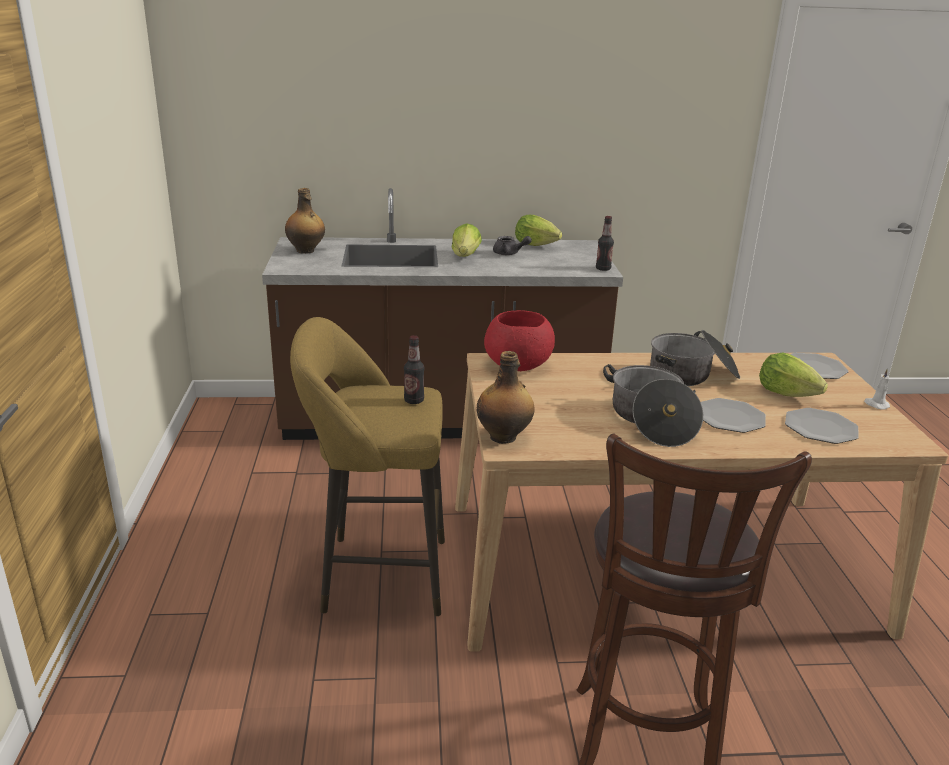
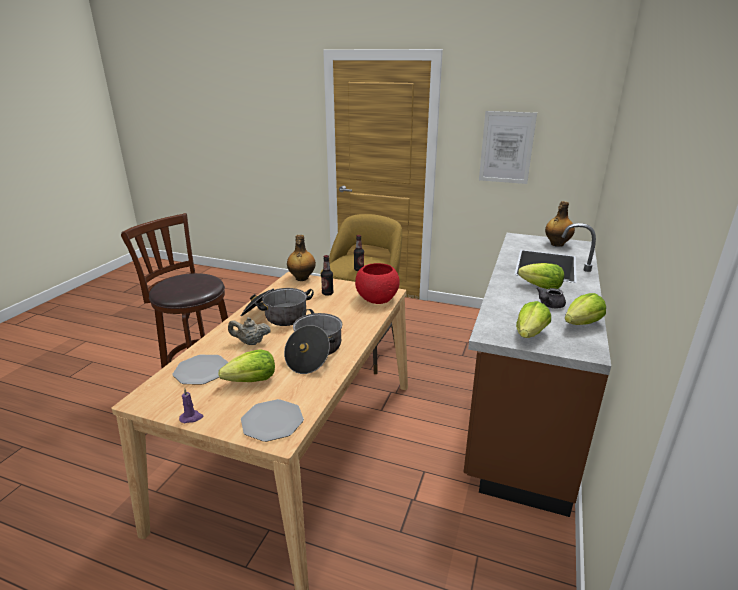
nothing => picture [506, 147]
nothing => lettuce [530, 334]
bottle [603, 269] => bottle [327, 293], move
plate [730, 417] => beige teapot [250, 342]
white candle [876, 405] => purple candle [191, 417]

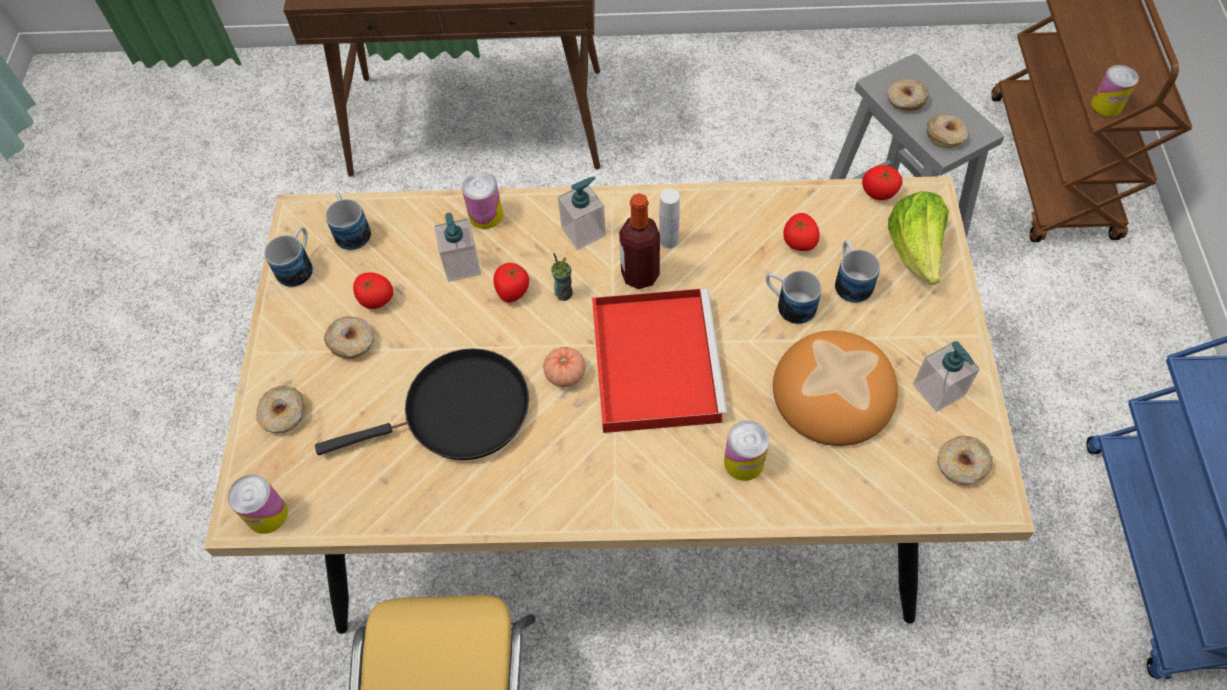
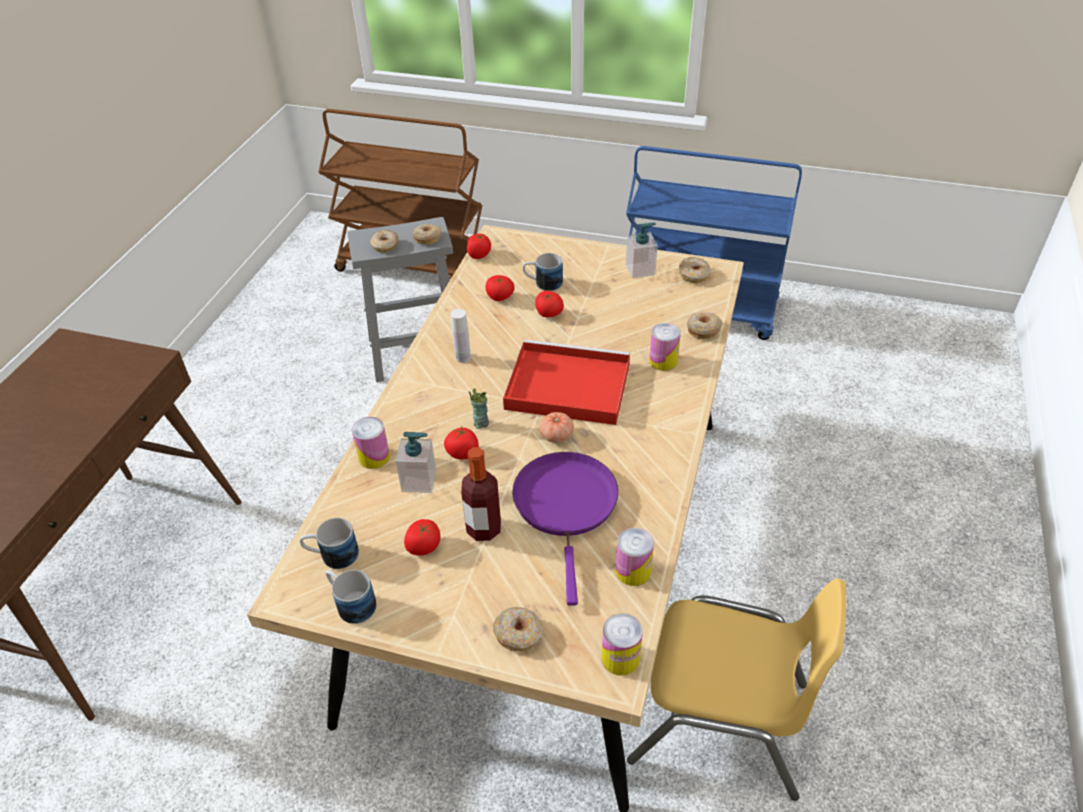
soap dispenser [583, 231] => nothing
bread [833, 390] => nothing
lettuce [915, 252] => nothing
donut [352, 342] => donut [703, 330], move
bottle [640, 275] => bottle [484, 529], move
can [1106, 105] => can [633, 571], move
mug [788, 304] => tomato [548, 313]
black frying pan [459, 412] => purple frying pan [566, 505]

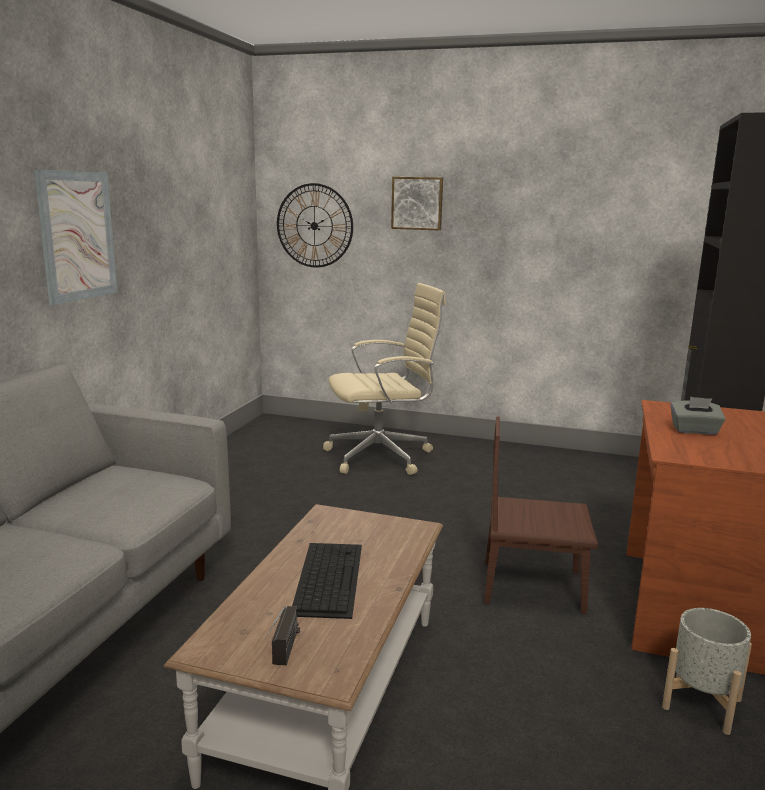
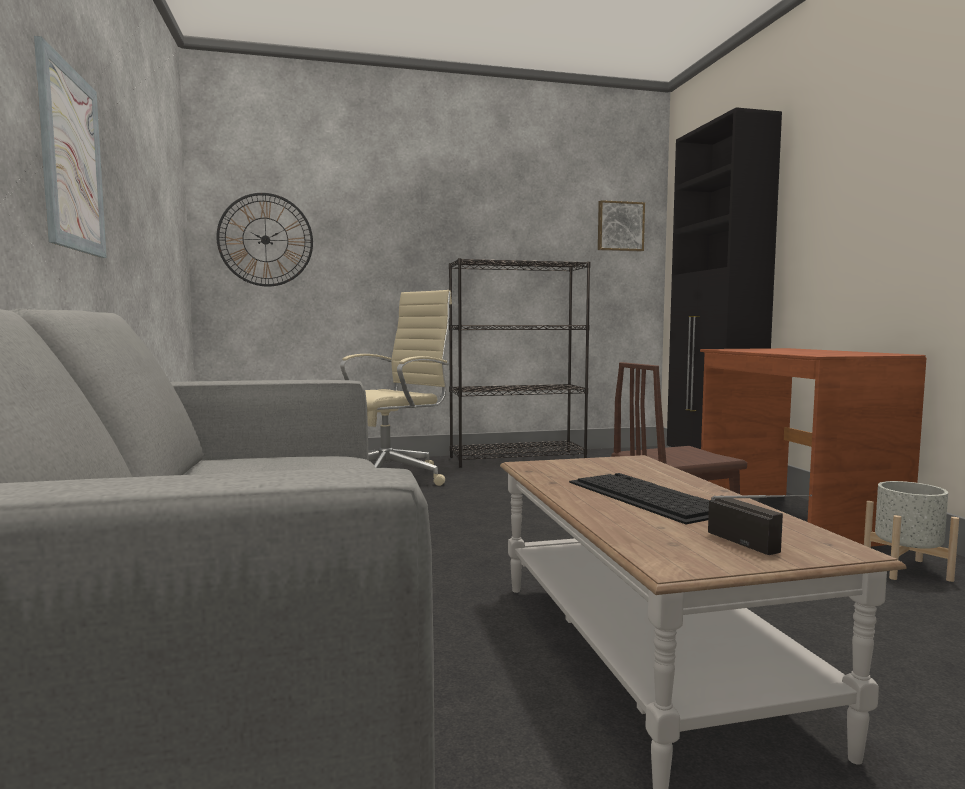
grey tissue box [695, 430] => nothing
nothing => black bookcase [518, 459]
picture [417, 203] => picture [620, 226], move

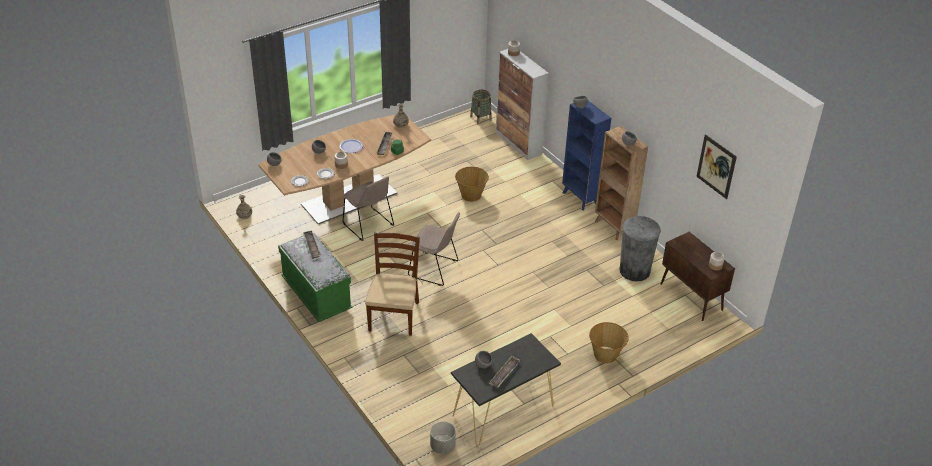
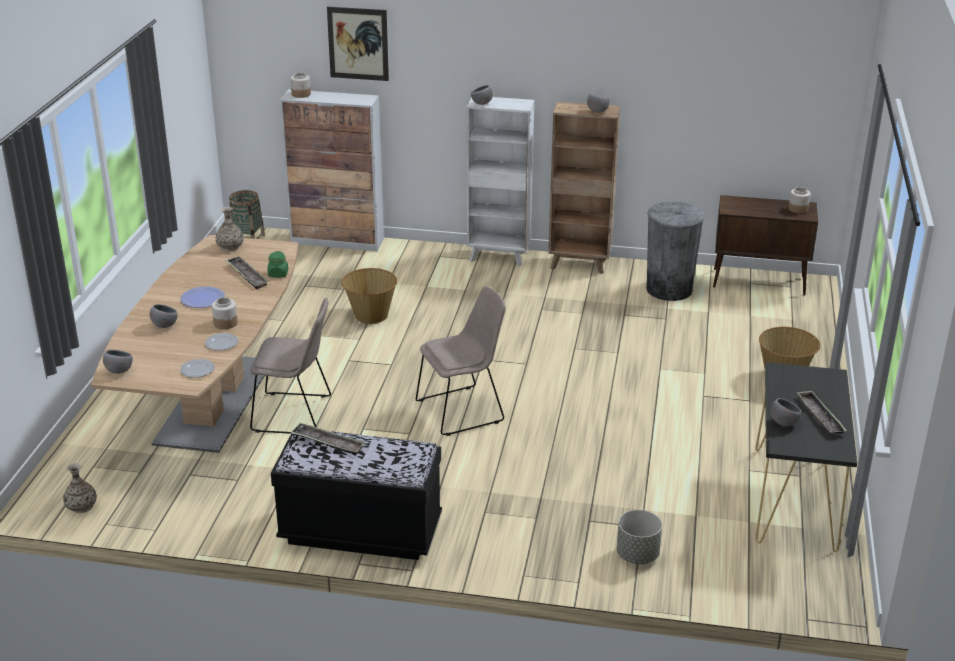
brown chair [394, 316] => nothing
grey planter [442, 446] => grey planter [637, 555], move
picture [716, 166] => picture [358, 43], move
green bench [316, 295] => black bench [360, 531]
blue bookcase [580, 198] => white bookcase [499, 257]

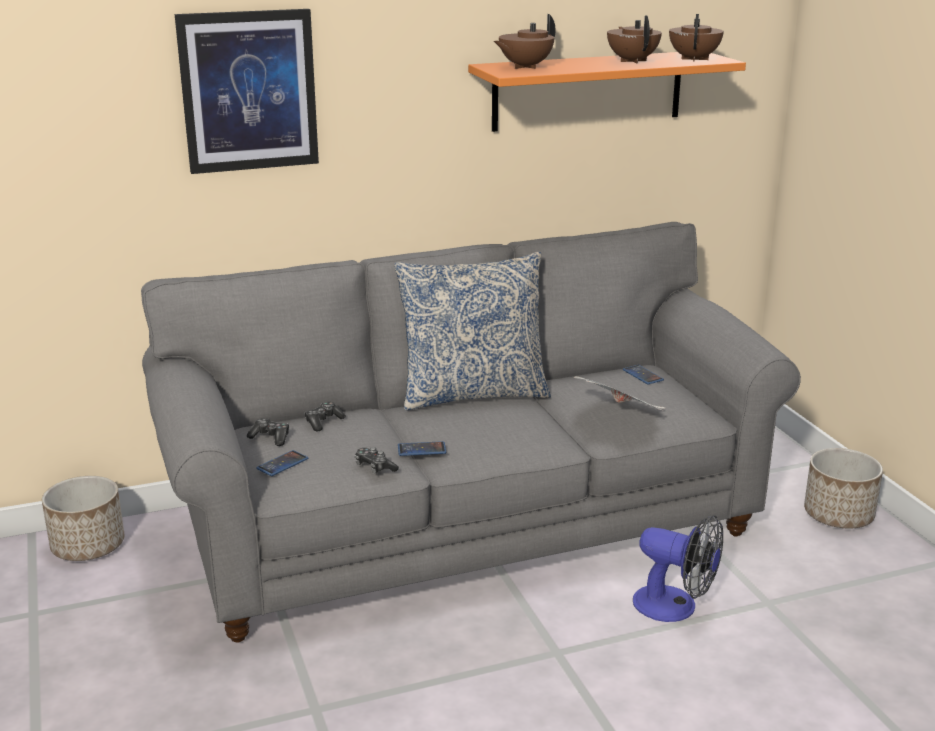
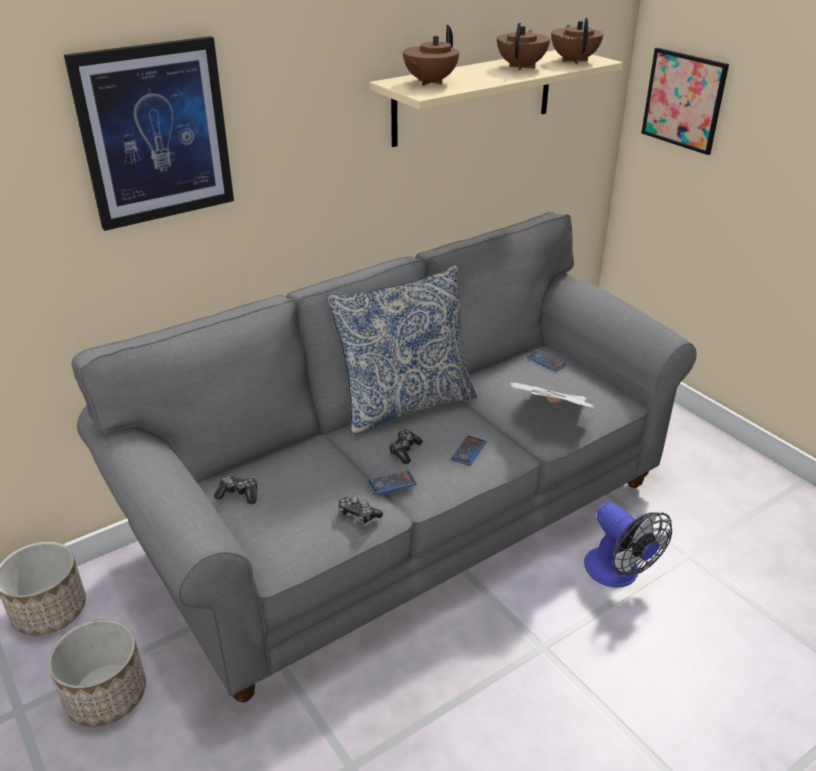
nothing => picture [683, 100]
phone [282, 464] => phone [468, 451], move
game controller [323, 422] => game controller [404, 451], move
planter [839, 515] => planter [107, 695], move
orange shelf [588, 90] => beige shelf [473, 96]
brown teapot [632, 61] => brown teapot [522, 67], 45 degrees clockwise
fan [675, 607] => fan [618, 574], 45 degrees clockwise

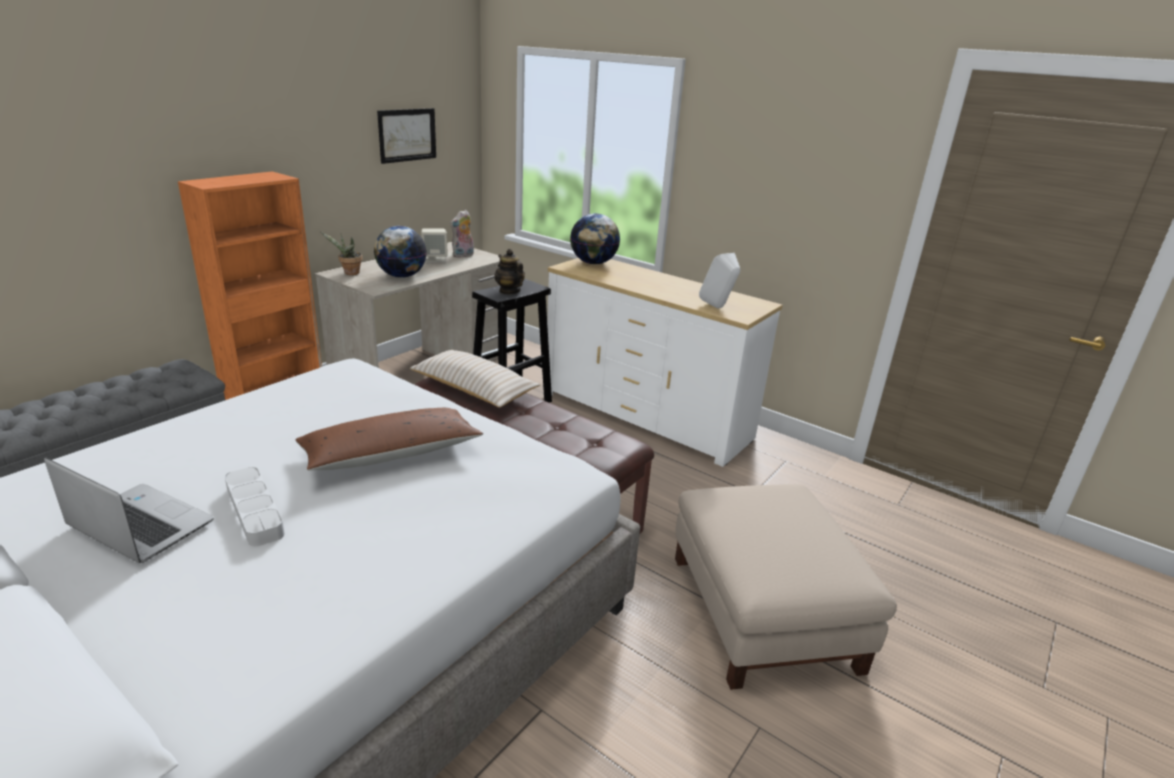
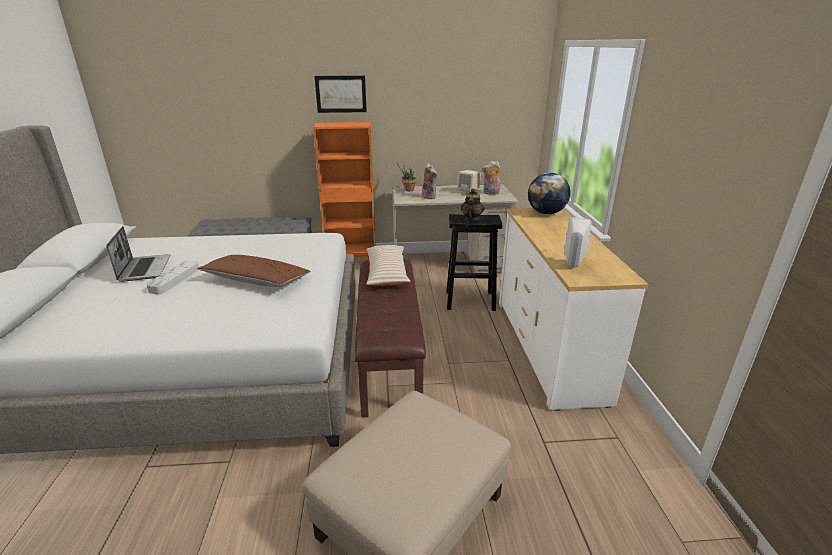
picture [407, 135] => picture [341, 94], move
globe [401, 276] => plush toy [430, 197]

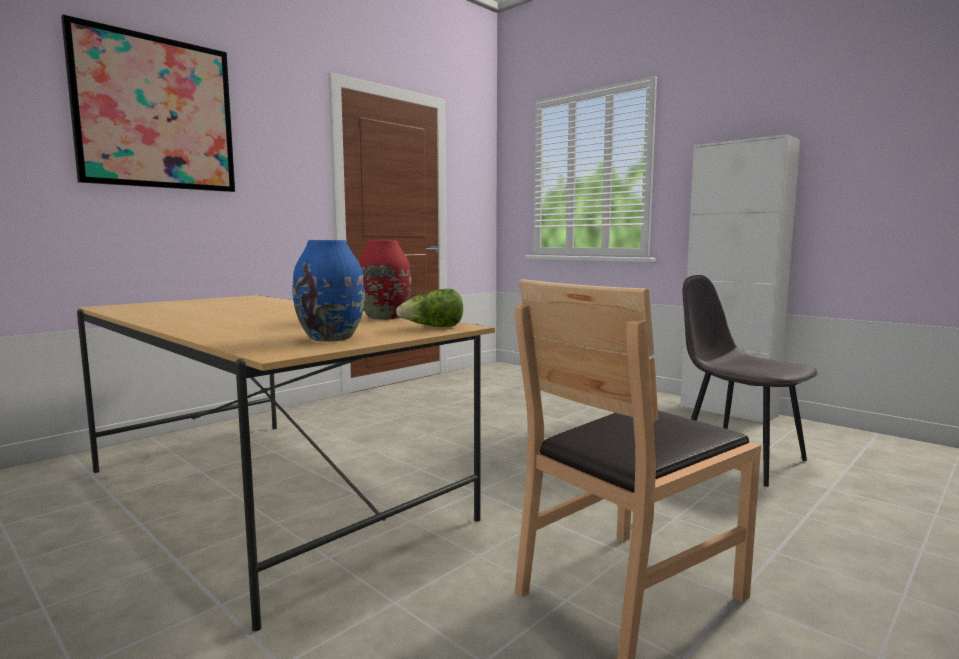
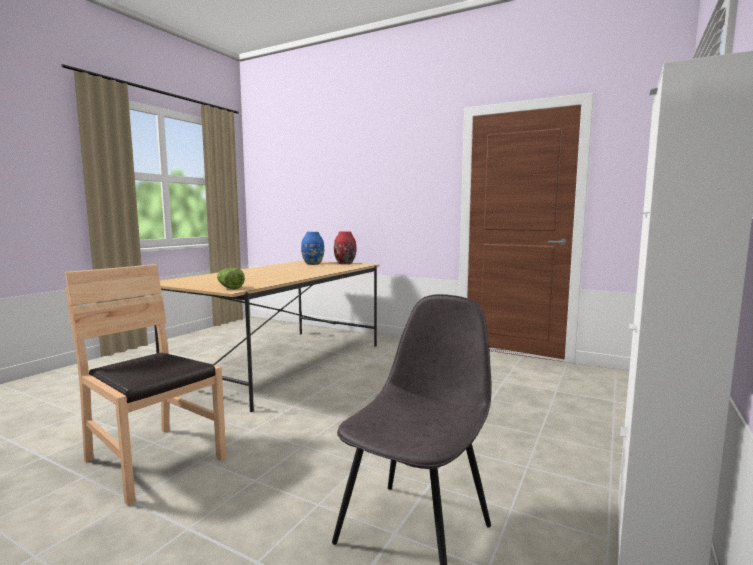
picture [156, 113] => nothing
blue vase [331, 338] => blue vase [313, 264], move
red vase [383, 317] => red vase [345, 263], move

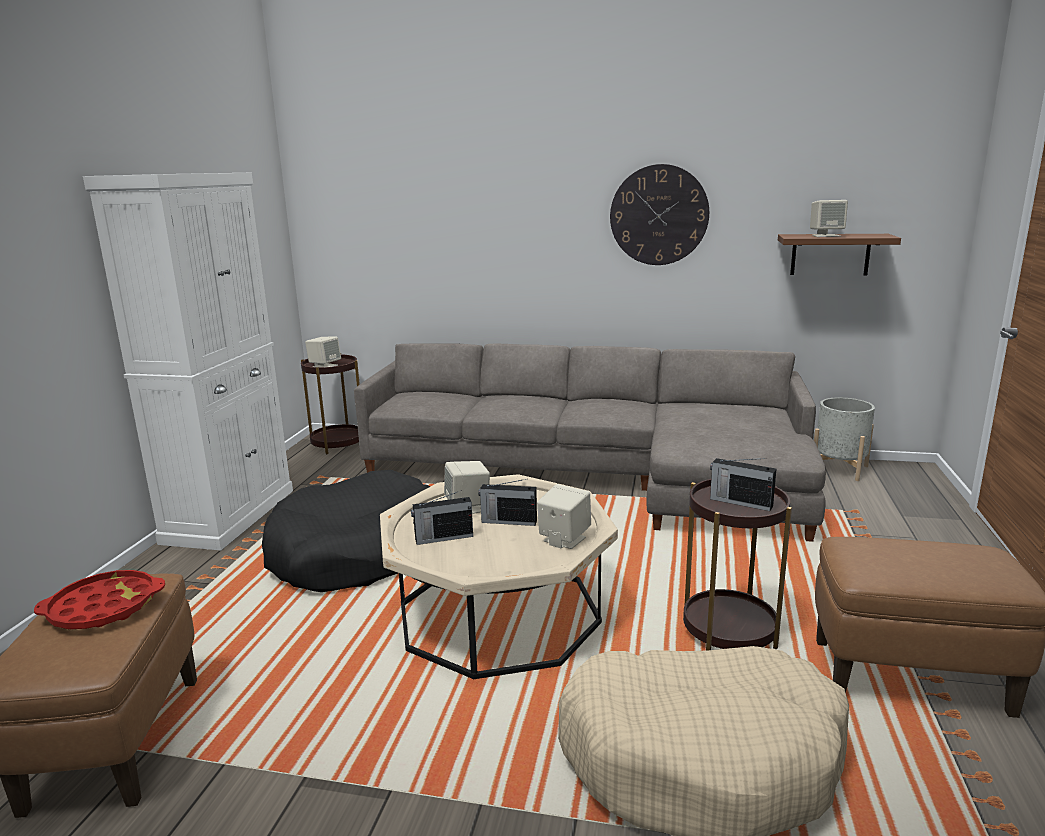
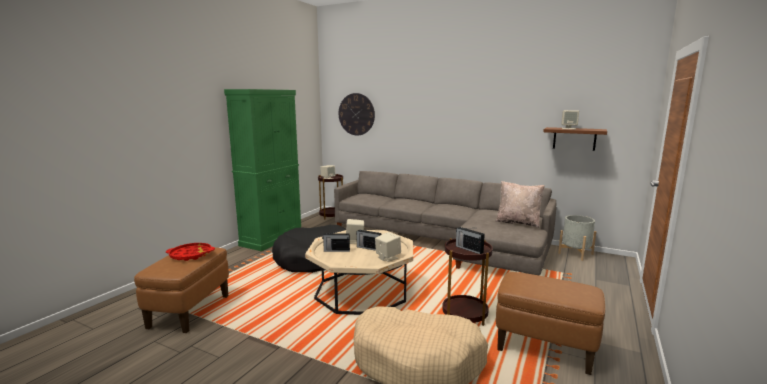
nothing => beige pillow [518, 223]
wall clock [659, 215] => wall clock [356, 114], move
white cabinet [230, 515] => green cabinet [272, 238]

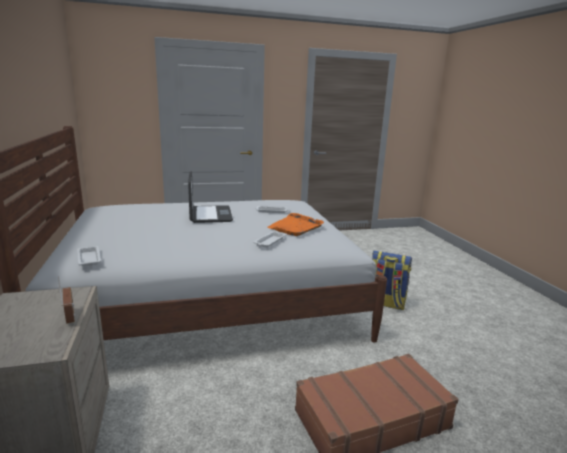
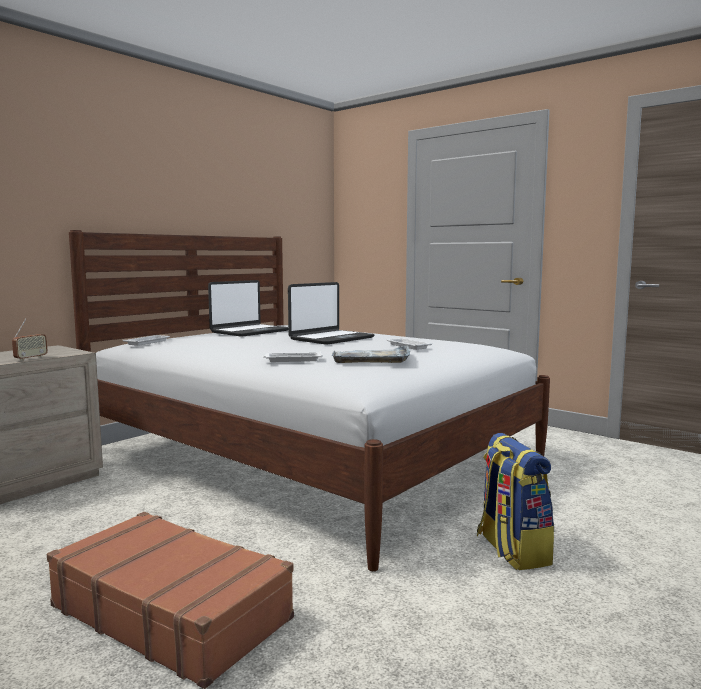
nothing => laptop [249, 331]
orange tray [295, 227] => grey tray [372, 358]

